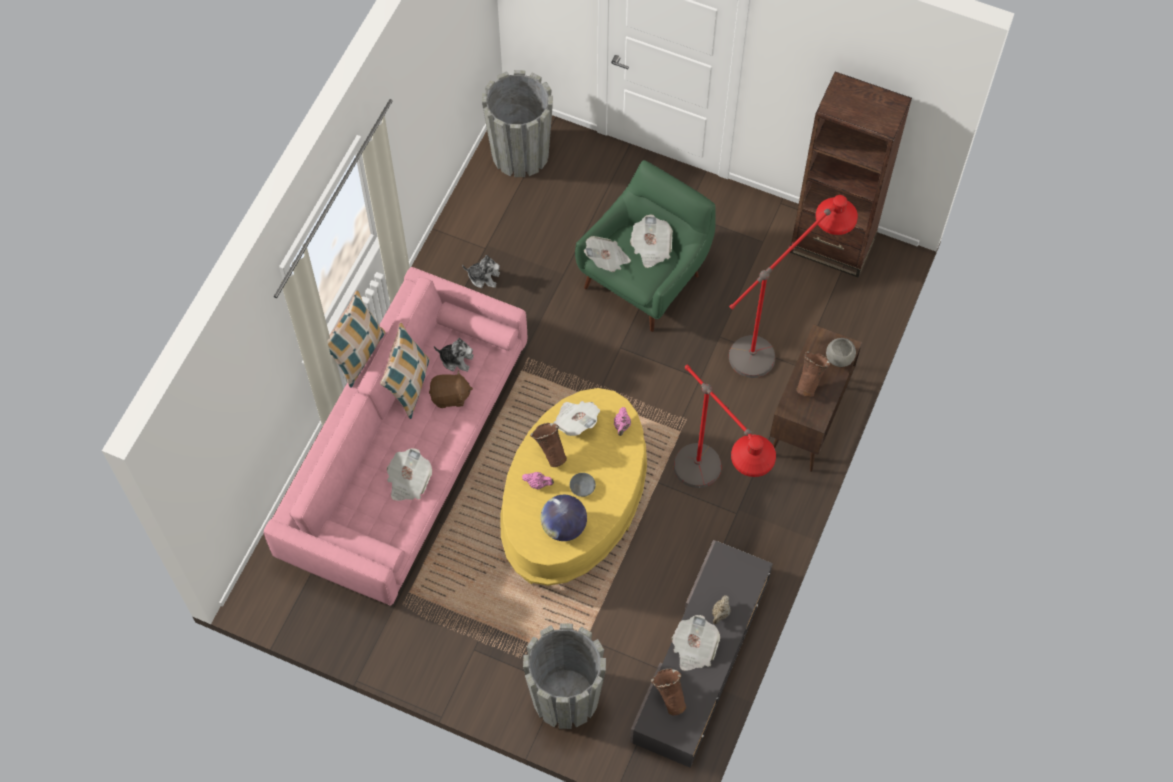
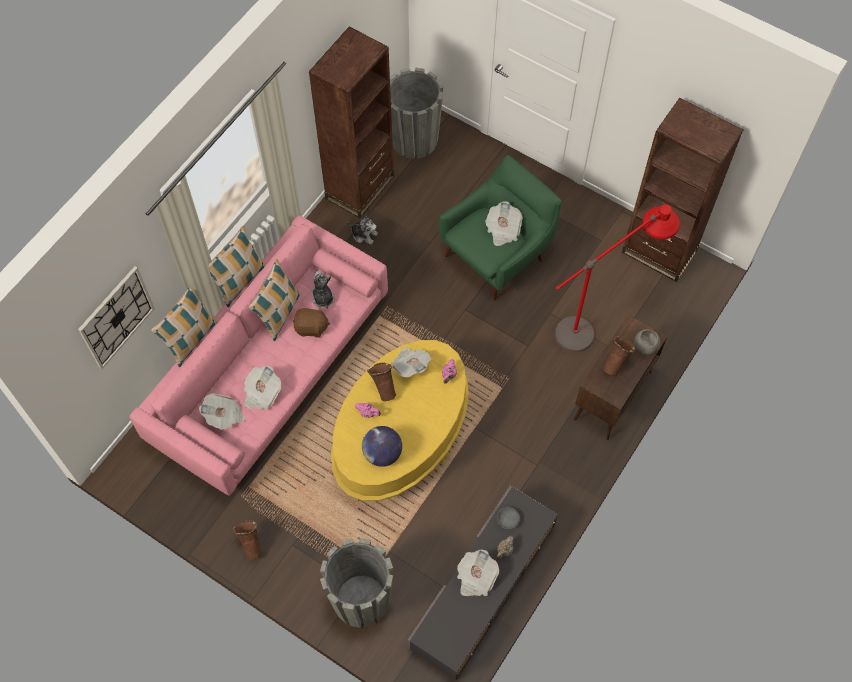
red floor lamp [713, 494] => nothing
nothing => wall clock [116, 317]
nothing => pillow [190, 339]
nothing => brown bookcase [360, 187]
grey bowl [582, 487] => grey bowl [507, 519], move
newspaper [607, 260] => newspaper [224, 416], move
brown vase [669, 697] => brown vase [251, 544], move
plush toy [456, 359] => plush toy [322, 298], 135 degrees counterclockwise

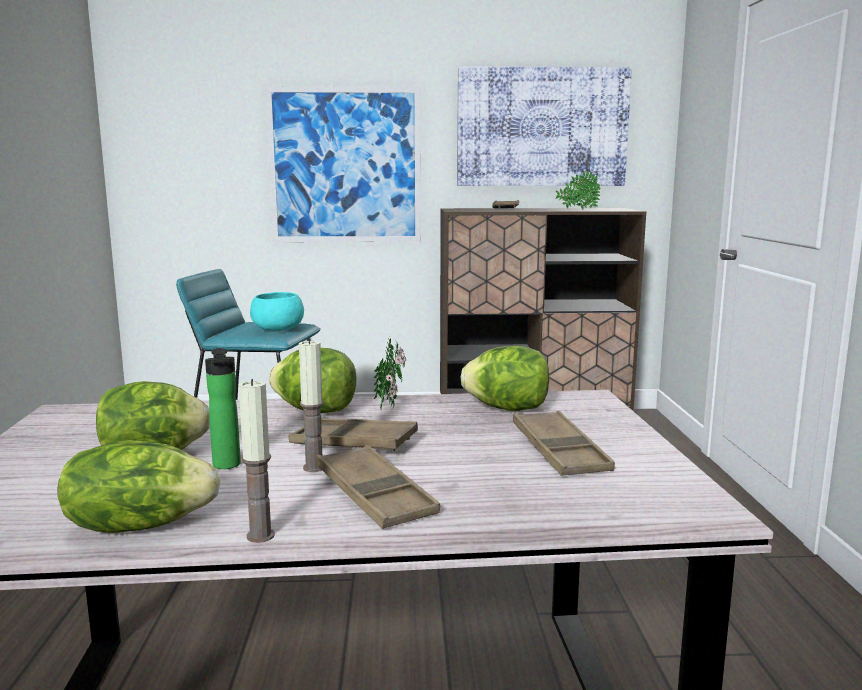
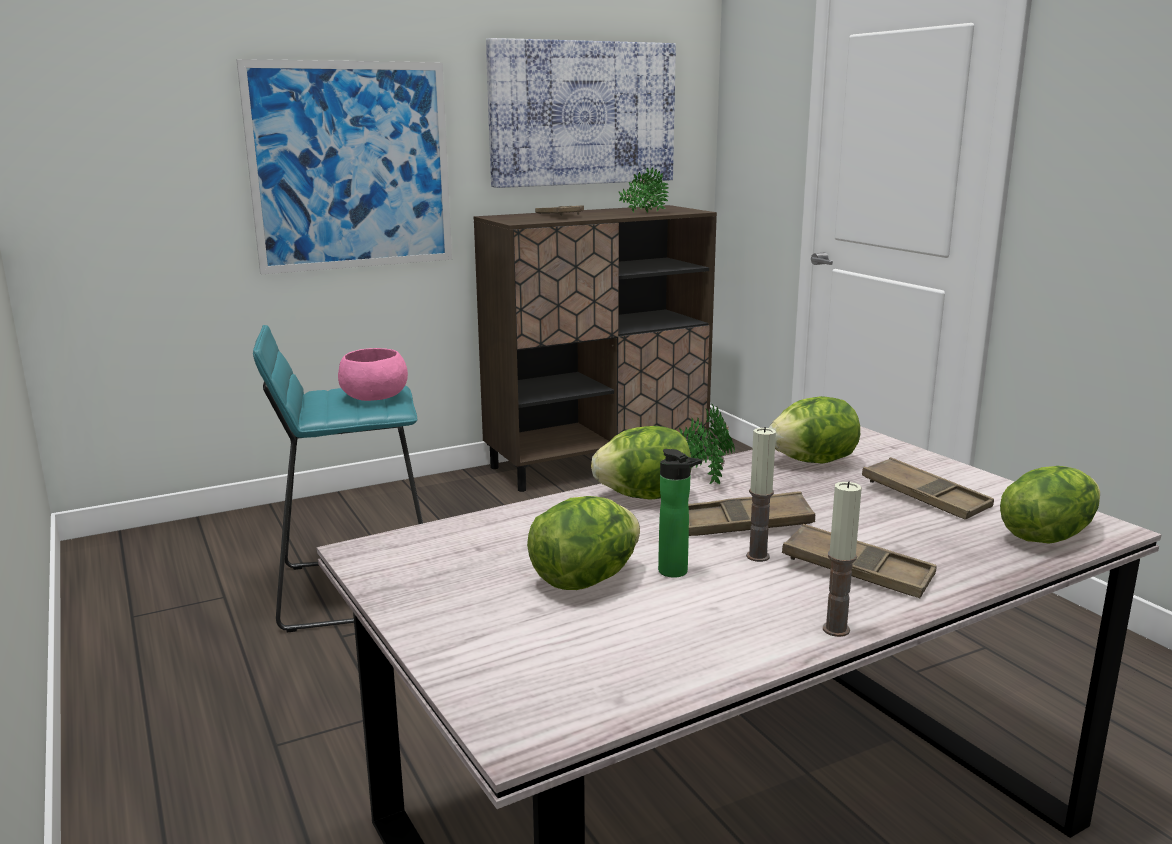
lettuce [139, 525] => lettuce [1046, 535], move
turquoise bowl [277, 329] => pink bowl [373, 397]

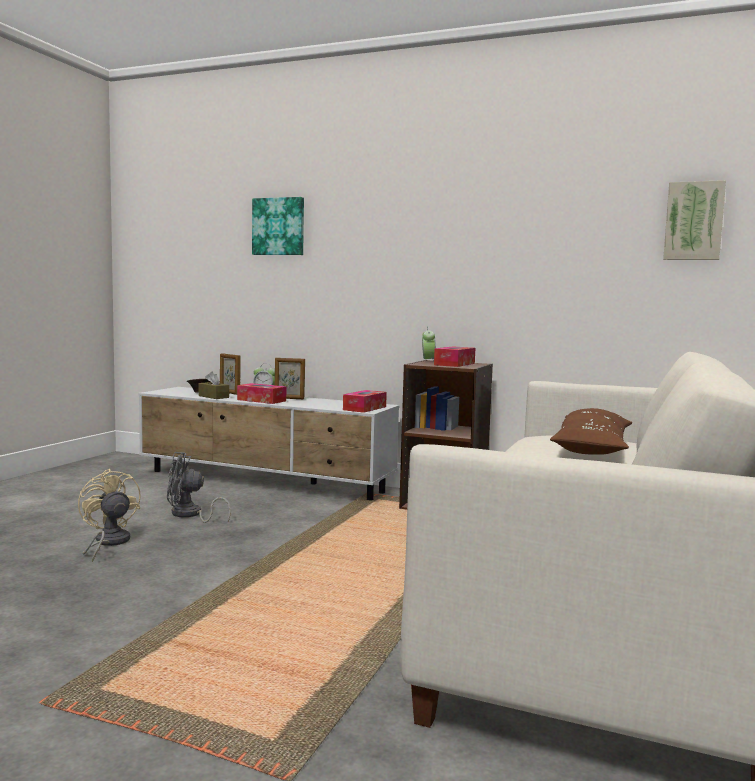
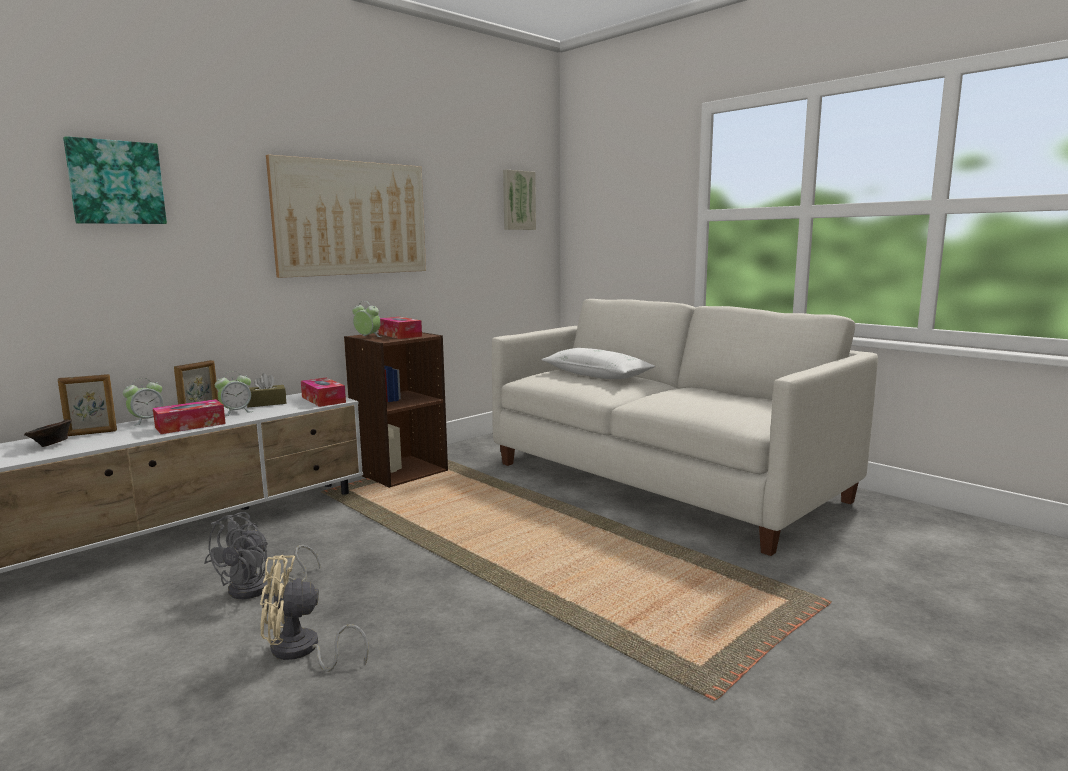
nothing => alarm clock [236, 412]
nothing => picture [352, 218]
brown tissue box [213, 397] => brown tissue box [266, 403], move
brown pillow [592, 448] => white pillow [597, 375]

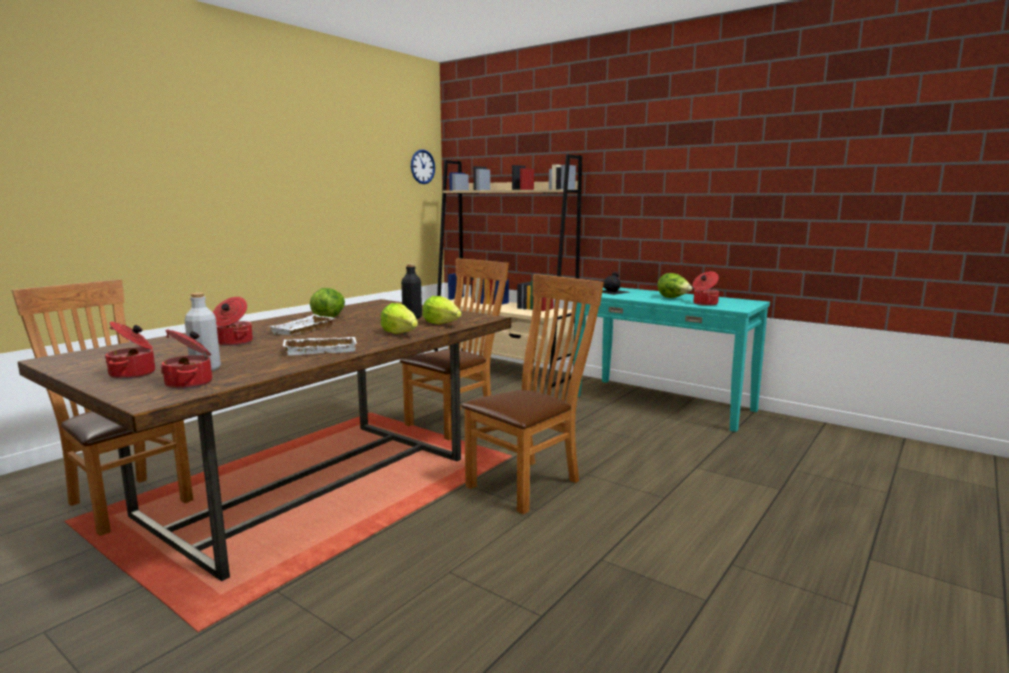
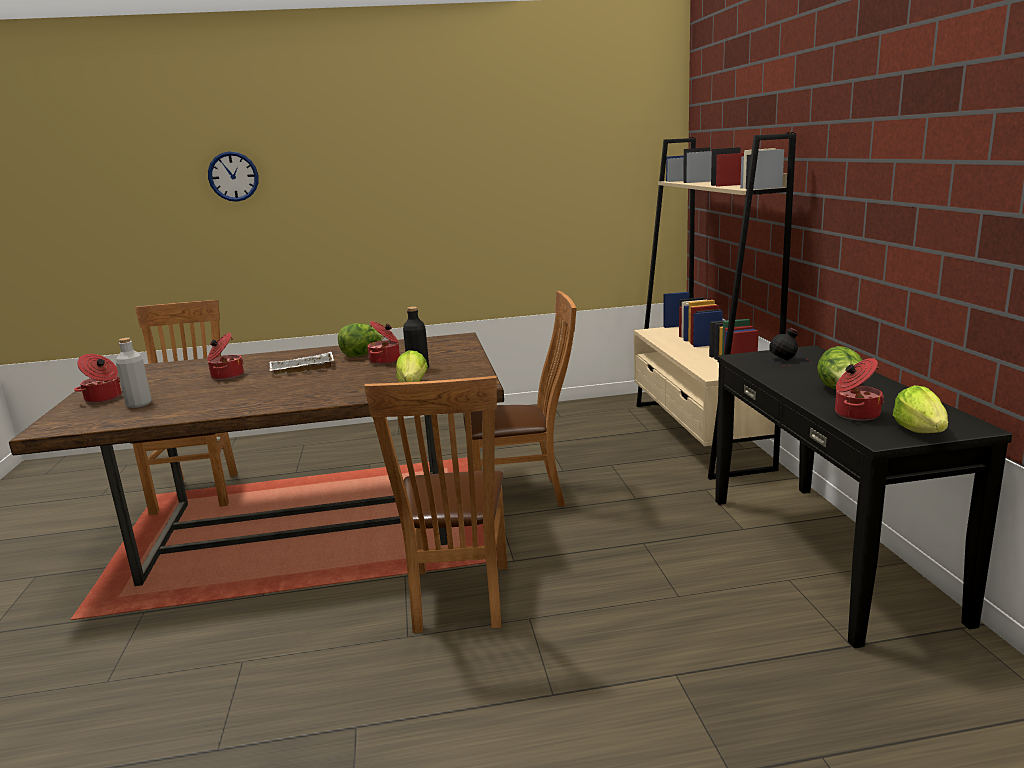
white tray [321, 350] => nothing
cooking pot [190, 383] => cooking pot [385, 361], move
lettuce [400, 333] => lettuce [920, 431], move
wall clock [422, 166] => wall clock [233, 176], move
turquoise console table [662, 403] => black console table [827, 554]
brown chair [530, 482] => brown chair [458, 601], 90 degrees clockwise

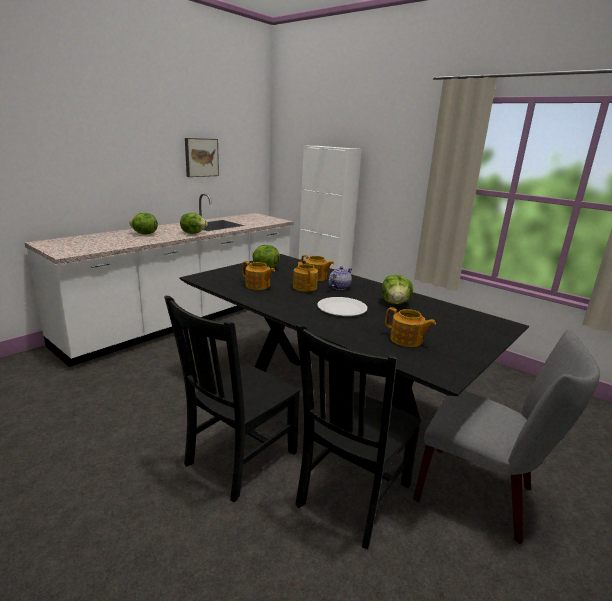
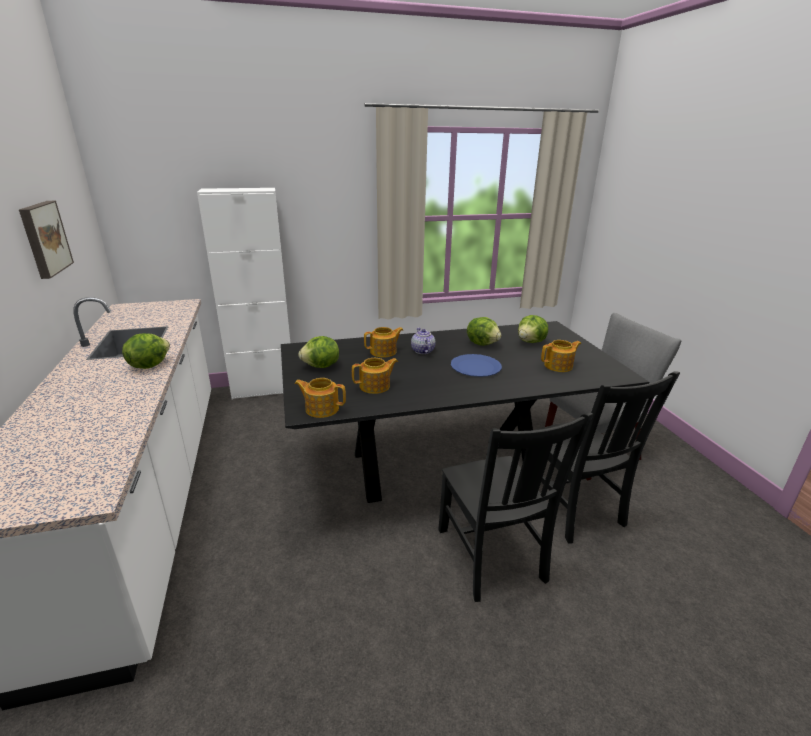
lettuce [144, 234] => lettuce [531, 342], move
teapot [305, 287] => teapot [321, 409], move
white plate [342, 308] => blue plate [476, 367]

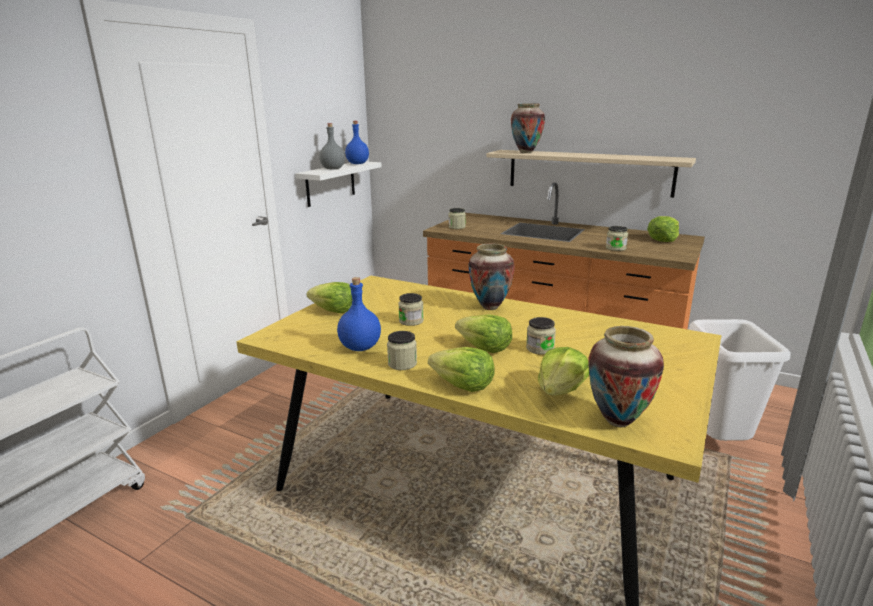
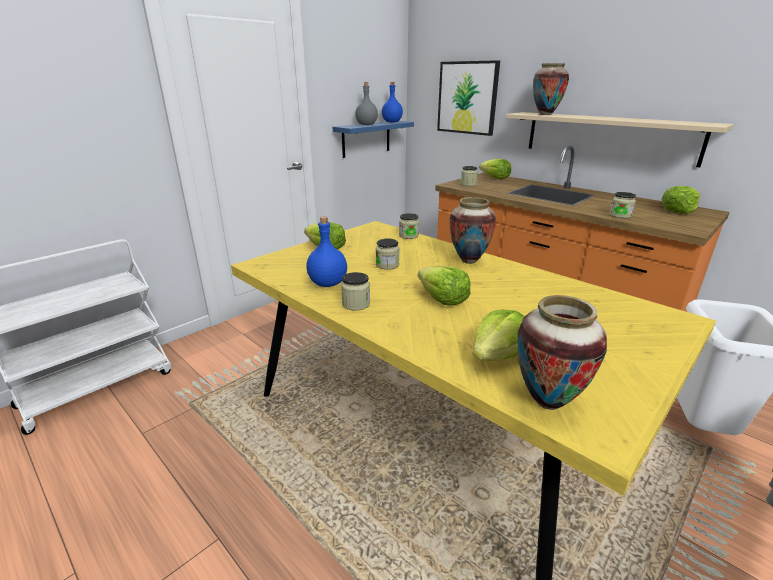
nothing => picture [467, 98]
lettuce [463, 385] => lettuce [495, 178], move
jar [540, 348] => jar [408, 236], move
white shelf [330, 183] => blue shelf [366, 138]

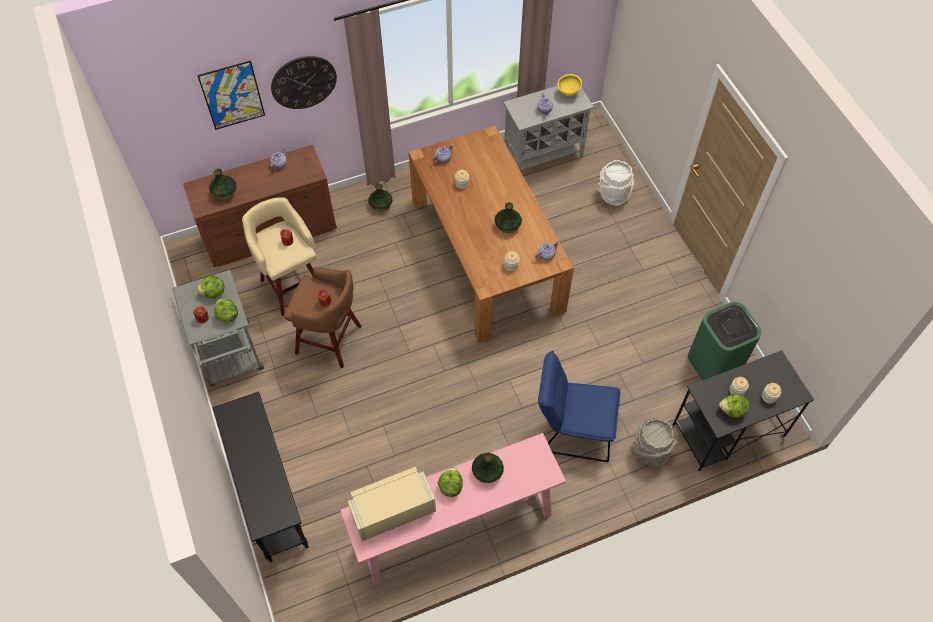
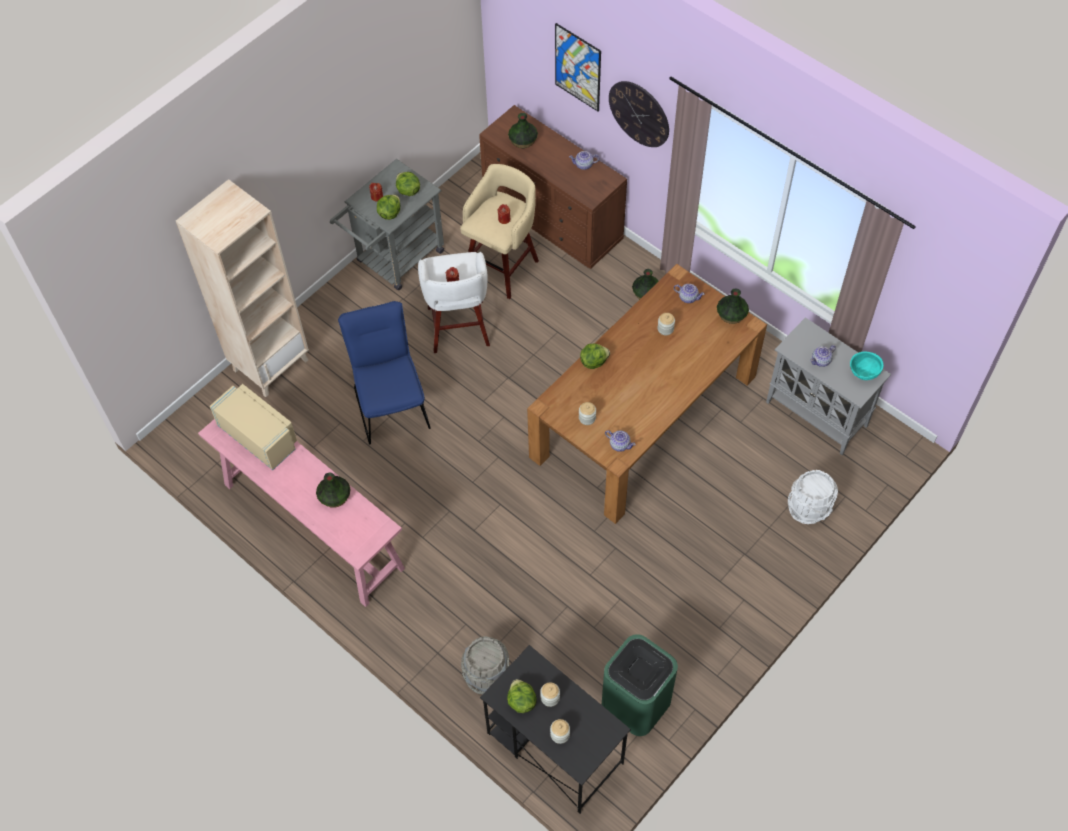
lettuce [450, 486] => lettuce [593, 361], move
vase [507, 225] => vase [732, 315], move
blue chair [572, 429] => blue chair [390, 402], move
black console table [272, 499] => beige bookcase [270, 364]
brown stool [330, 340] => white stool [458, 328]
yellow bowl [568, 93] => turquoise bowl [863, 374]

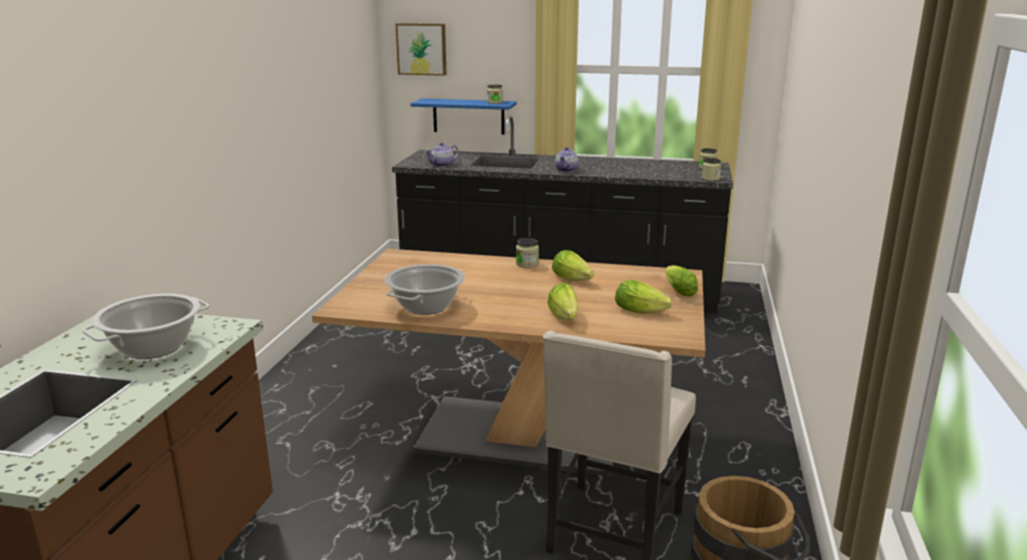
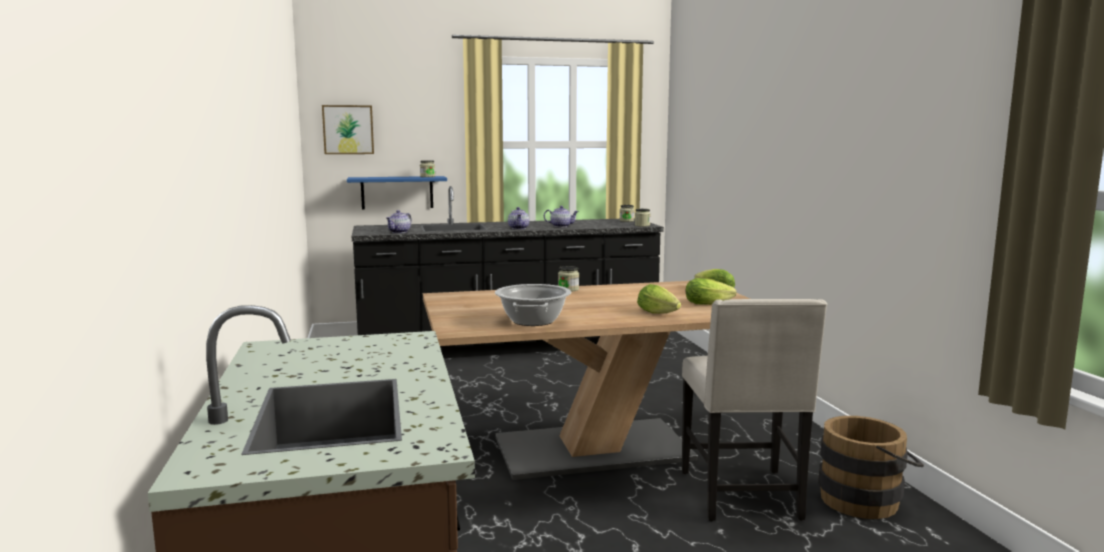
cooking pot [153, 347] => nothing
lettuce [573, 280] => nothing
nothing => teapot [561, 226]

